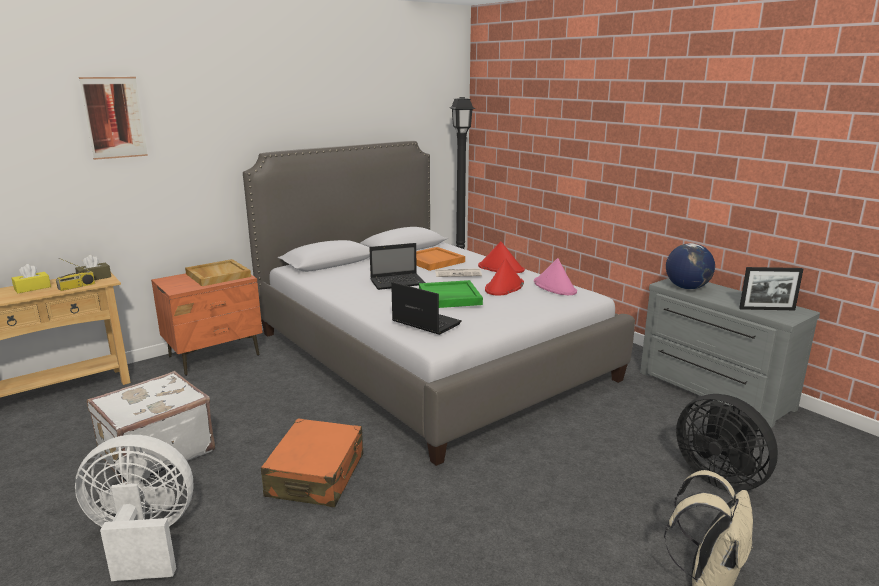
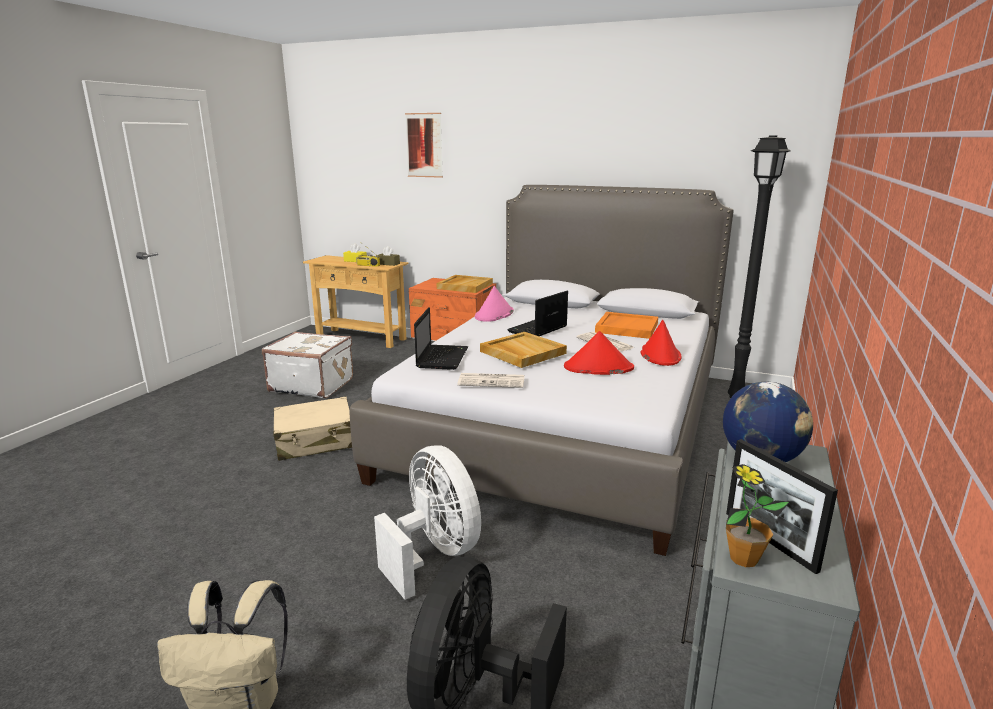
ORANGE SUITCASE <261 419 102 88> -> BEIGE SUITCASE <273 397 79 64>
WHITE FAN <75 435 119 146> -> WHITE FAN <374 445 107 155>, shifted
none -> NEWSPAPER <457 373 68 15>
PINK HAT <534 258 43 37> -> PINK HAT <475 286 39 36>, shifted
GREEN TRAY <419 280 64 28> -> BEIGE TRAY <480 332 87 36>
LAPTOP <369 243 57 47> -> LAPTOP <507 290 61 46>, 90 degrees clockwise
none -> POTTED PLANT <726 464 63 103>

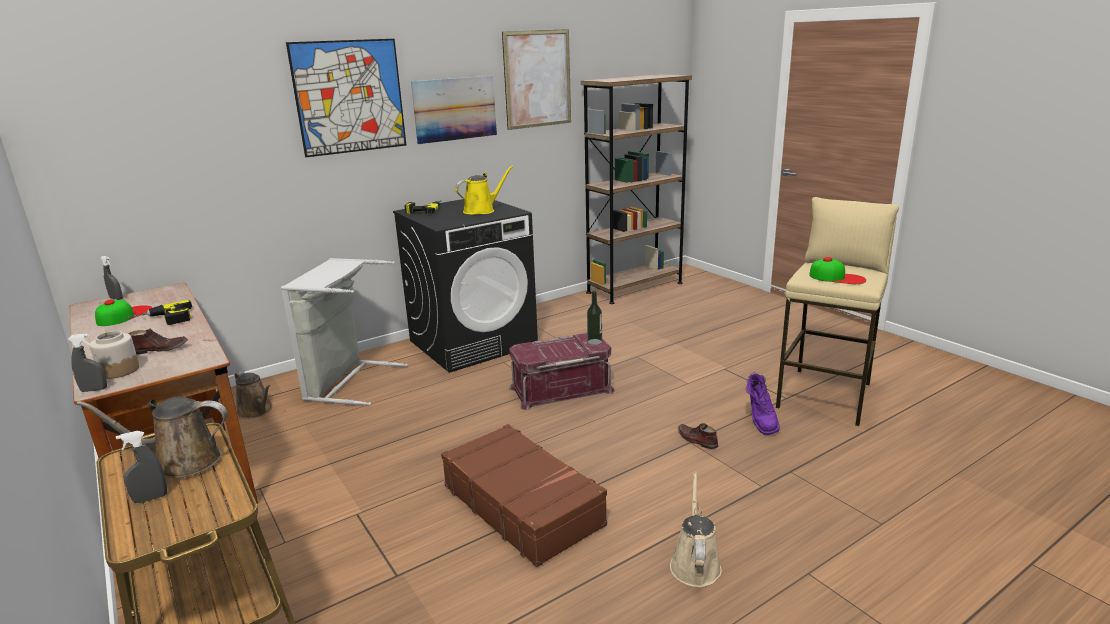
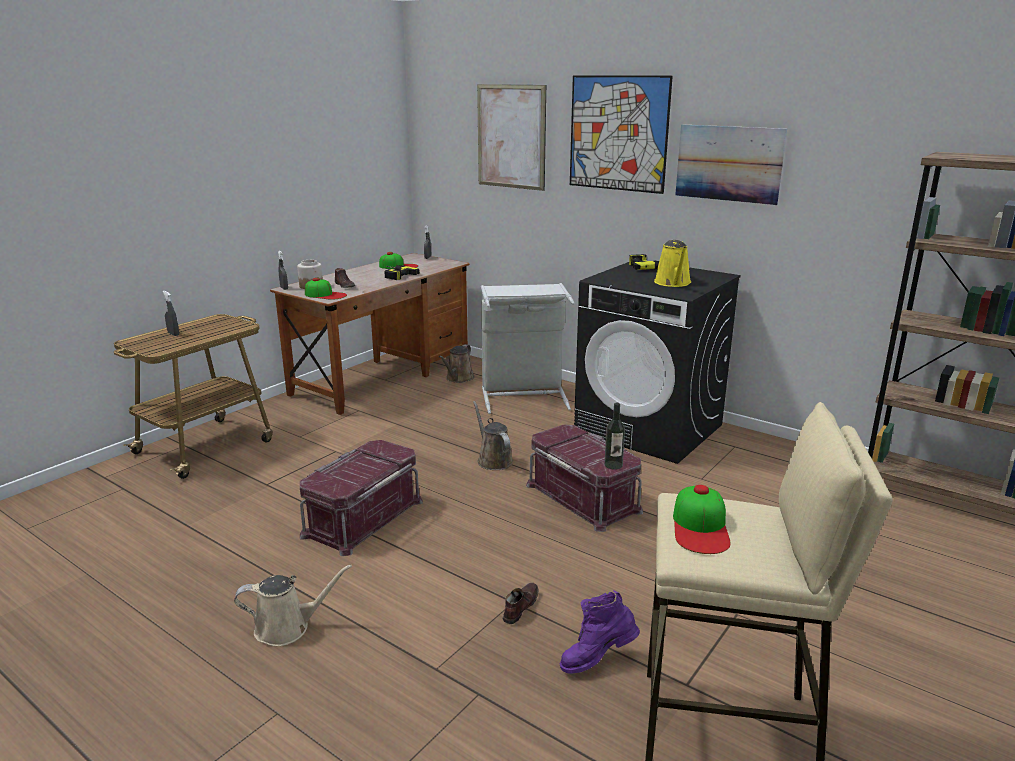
BROWN SUITCASE <441 424 166 143> -> RED STORAGE BOX <300 440 123 116>
none -> CAP <305 278 42 22>
BROWN WATERING CAN <77 397 151 81> -> BROWN WATERING CAN <473 401 40 69>, shifted
PICTURE <502 29 69 101> -> PICTURE <477 84 69 107>, shifted
YELLOW WATERING CAN <455 165 59 50> -> YELLOW WATERING CAN <654 240 37 47>, 60 degrees clockwise

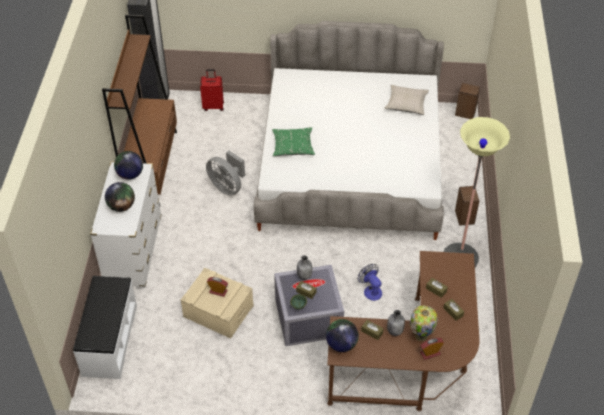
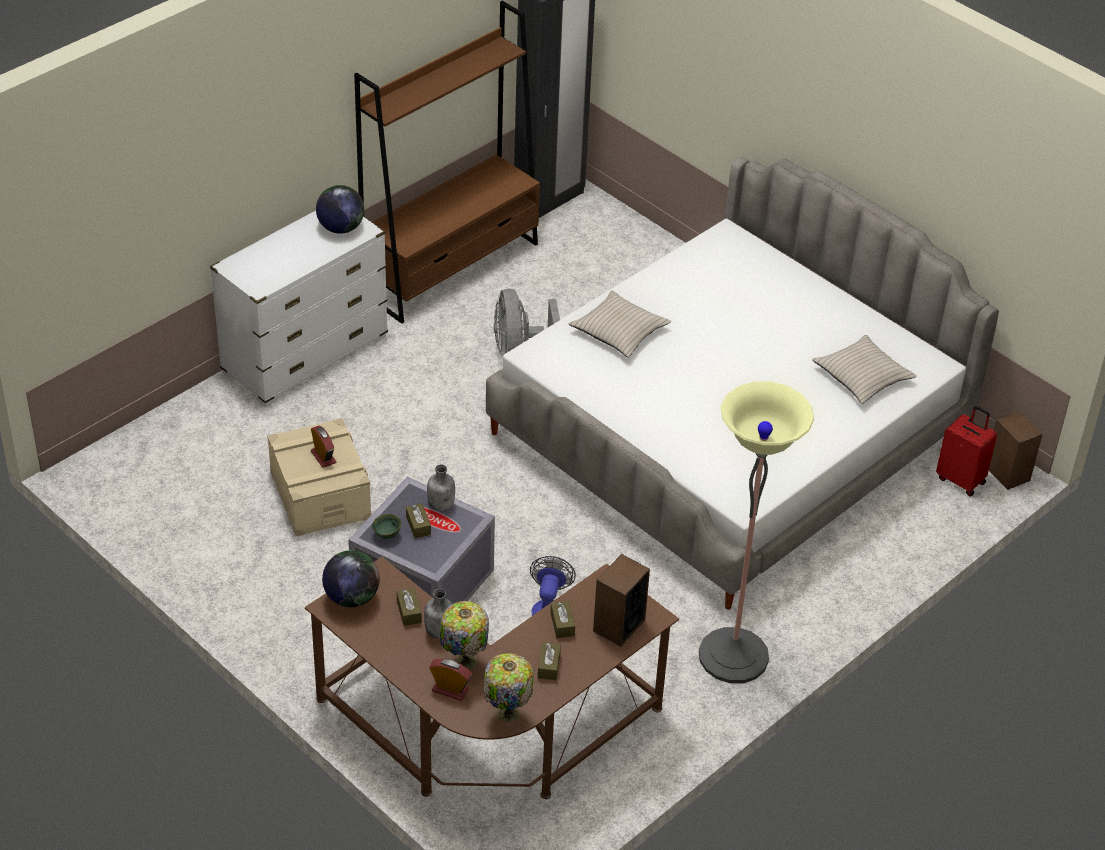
none -> TABLE LAMP <483 653 50 69>
GREEN PILLOW <272 127 43 29> -> BEIGE PILLOW <569 291 102 67>
SPEAKER <455 186 24 40> -> SPEAKER <593 554 57 93>, shifted
RED SUITCASE <200 69 24 42> -> RED SUITCASE <936 406 61 90>, shifted
WHITE BENCH <73 276 64 103> -> none
GLOBE <105 182 30 30> -> none

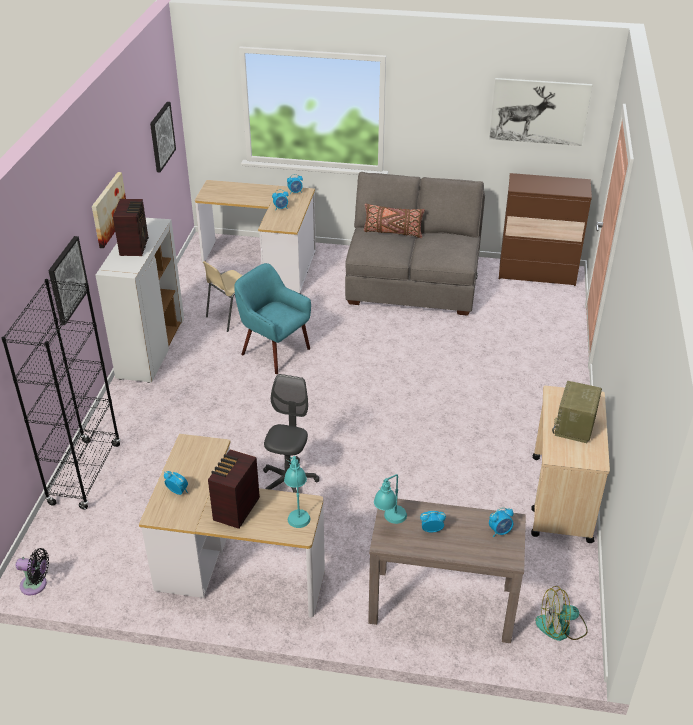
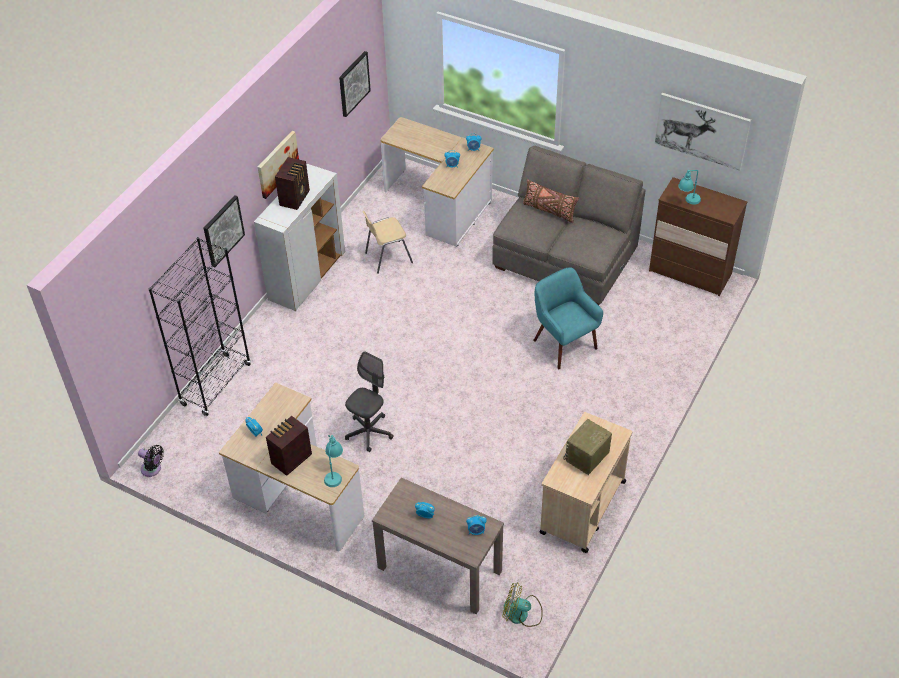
TURQUOISE ARMCHAIR <234 263 77 111> -> TURQUOISE ARMCHAIR <533 267 70 102>, shifted
TURQUOISE TABLE LAMP <374 474 33 50> -> TURQUOISE TABLE LAMP <678 170 23 35>, shifted

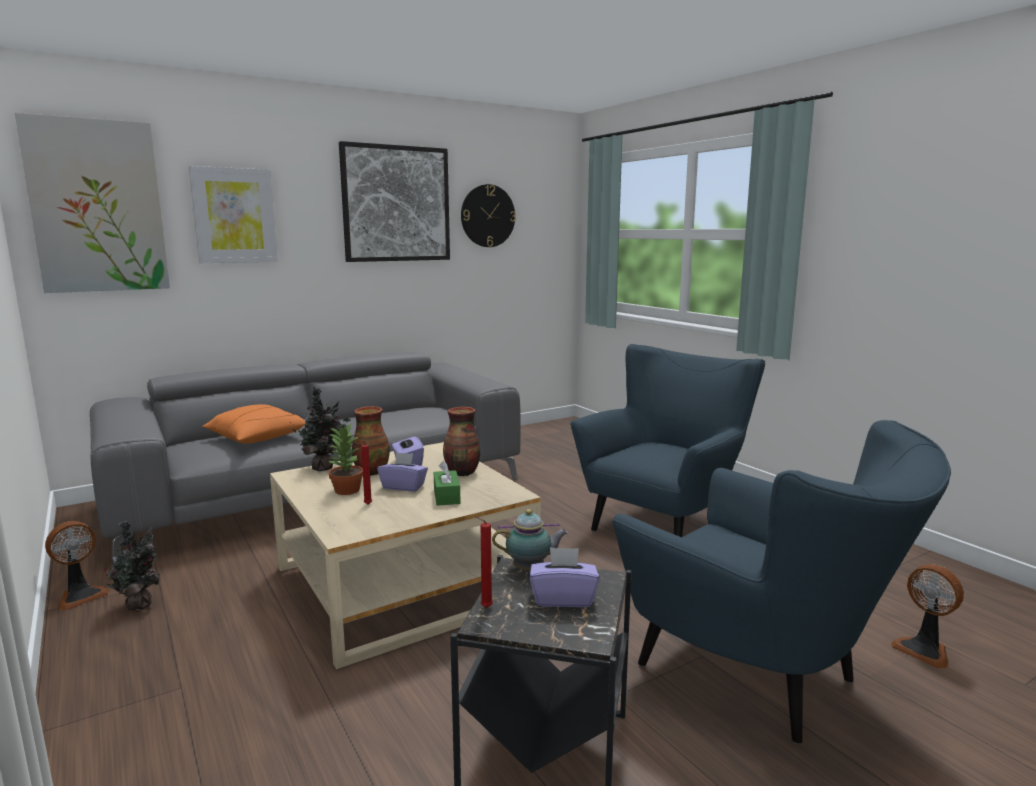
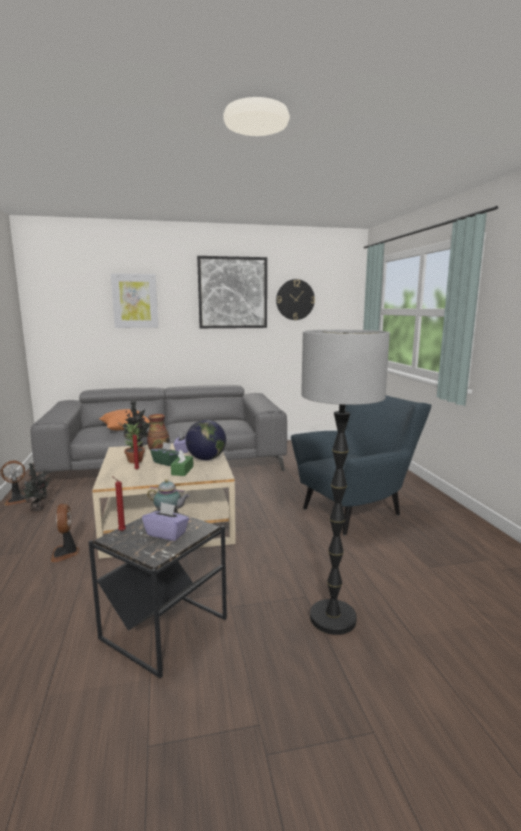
FAN <891 564 73 105> -> FAN <50 503 30 60>, shifted
PURPLE TISSUE BOX <377 452 51 39> -> GREEN TISSUE BOX <150 442 29 24>
VASE <443 407 37 69> -> GLOBE <186 420 40 40>
BLUE ARMCHAIR <612 420 339 325> -> FLOOR LAMP <301 330 89 305>
PICTURE <15 113 155 180> -> none

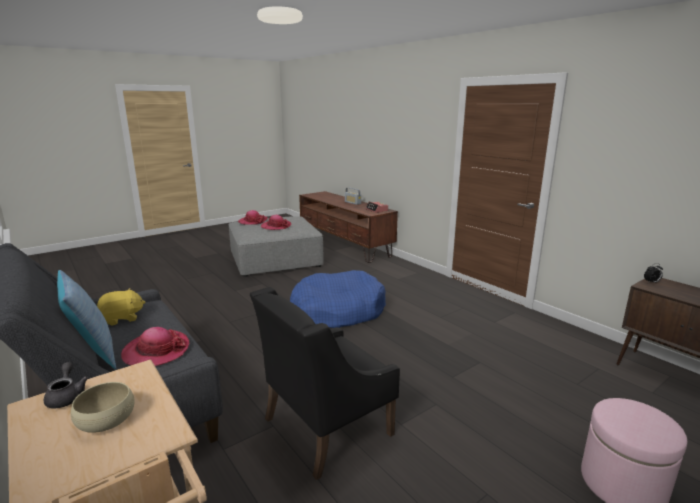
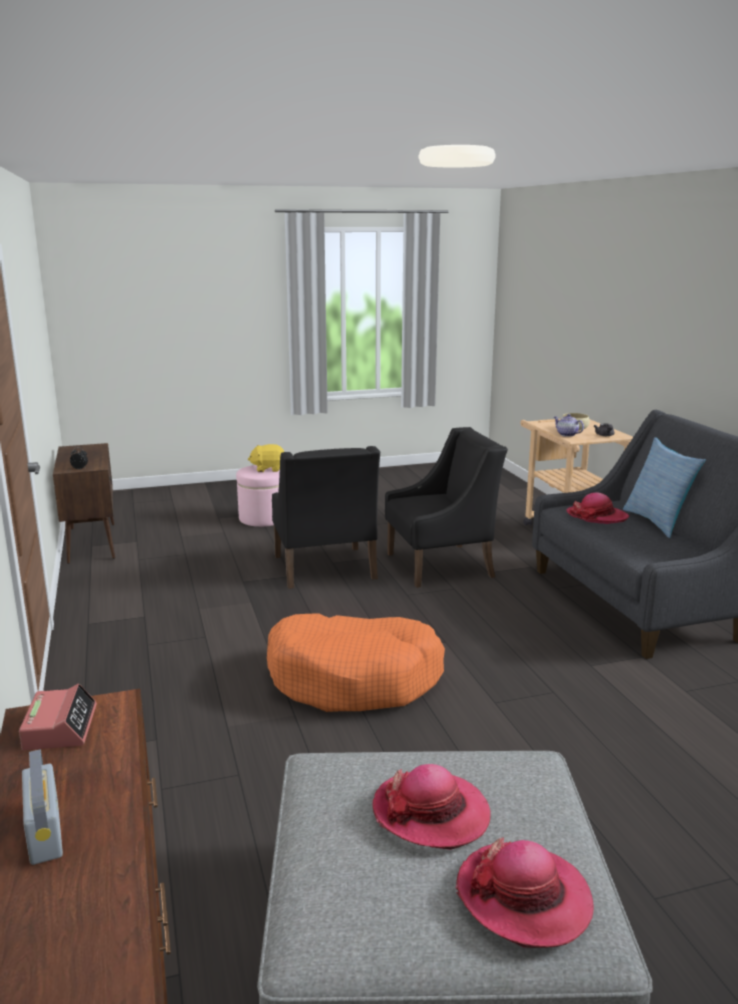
YELLOW PLUSH TOY <97 288 48 38> -> YELLOW PLUSH TOY <248 444 36 28>, shifted
BLUE DOG BED <290 270 96 58> -> ORANGE DOG BED <267 613 178 99>
none -> BLACK ARMCHAIR <272 446 108 143>
none -> TEAPOT <554 414 30 23>

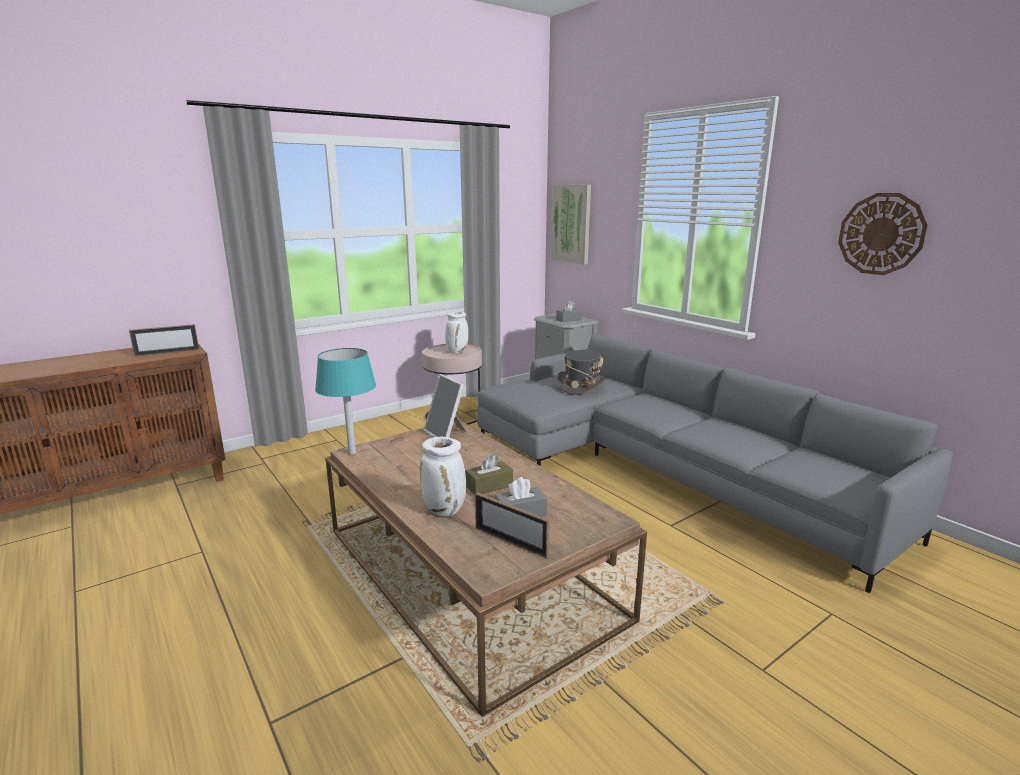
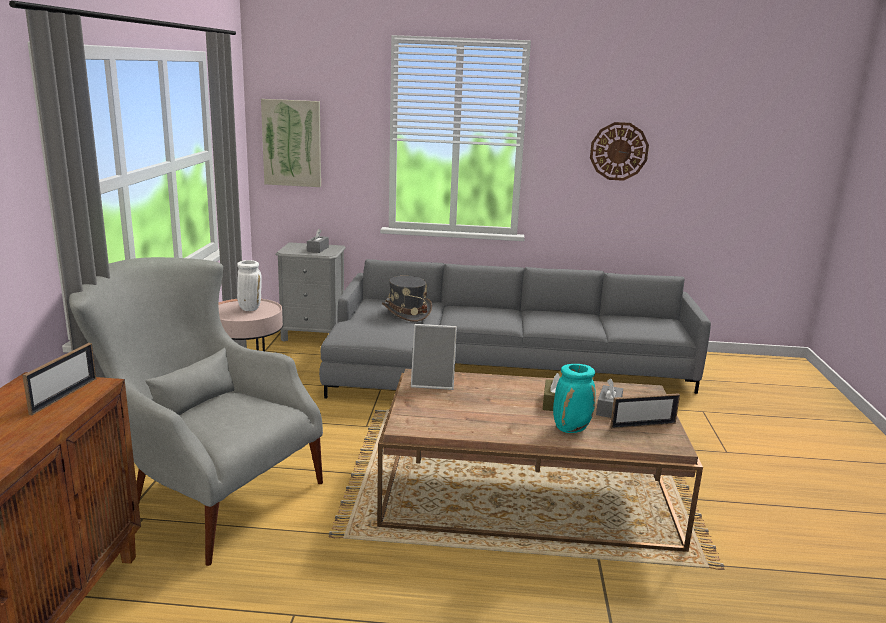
none -> GREY ARMCHAIR <69 257 254 309>
WHITE VASE <420 437 46 79> -> TURQUOISE VASE <553 364 43 69>
TURQUOISE TABLE LAMP <315 348 61 107> -> none

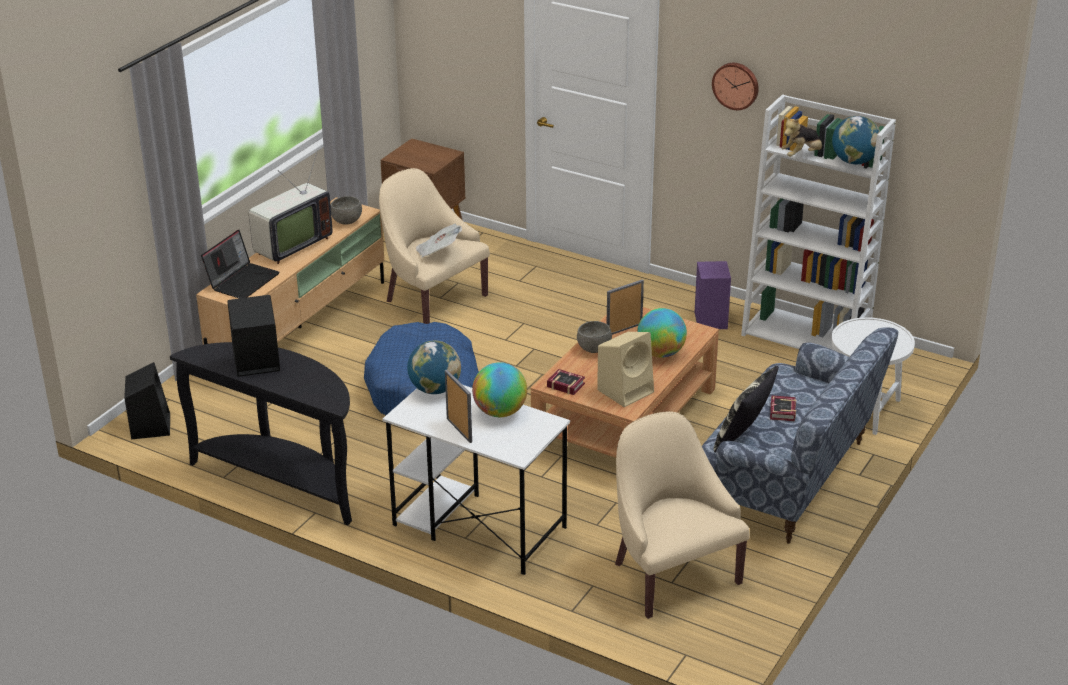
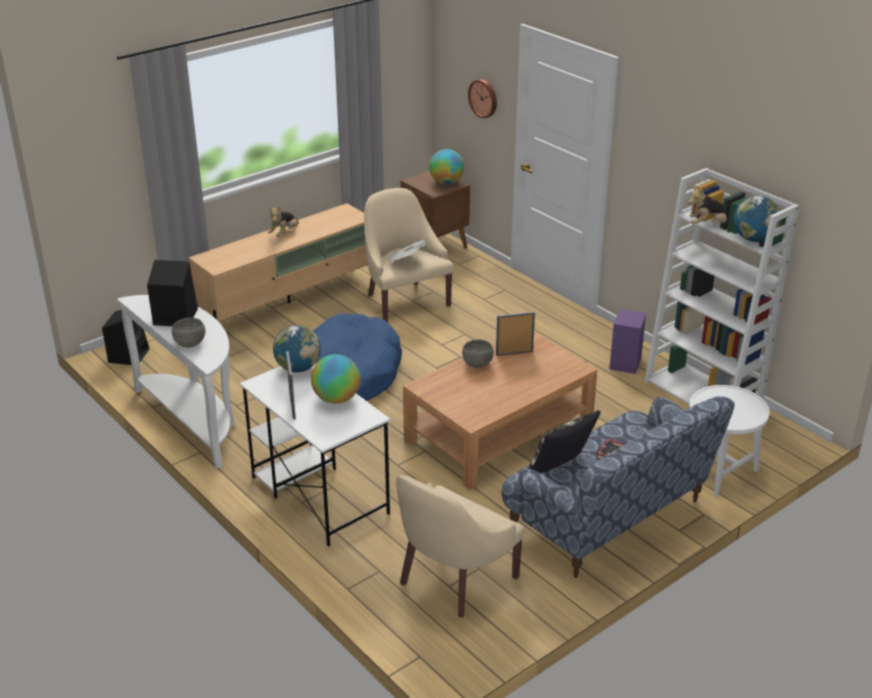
BLACK CONSOLE TABLE <170 342 182 183> -> WHITE CONSOLE TABLE <117 295 119 173>
GREY BOWL <331 196 31 29> -> GREY BOWL <172 318 34 29>, shifted
TELEVISION <249 150 83 114> -> PLUSH TOY <268 207 31 30>
BEIGE ARMCHAIR <615 411 135 208> -> BEIGE ARMCHAIR <396 475 129 142>, 135 degrees counterclockwise
GLOBE <637 308 50 50> -> GLOBE <429 149 35 36>, shifted
WALL CLOCK <712 63 47 47> -> WALL CLOCK <468 79 29 39>, shifted
LAPTOP <201 230 79 68> -> none
BOOK <547 369 38 26> -> none
BEIGE SPEAKER <597 332 57 75> -> none

